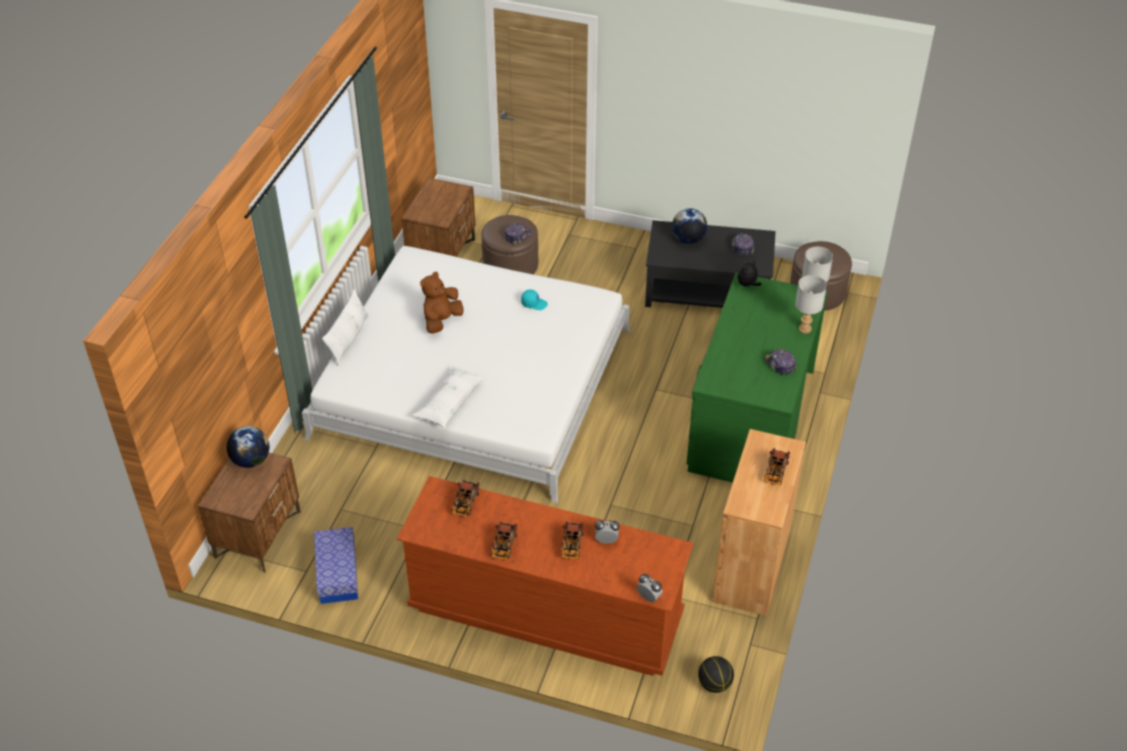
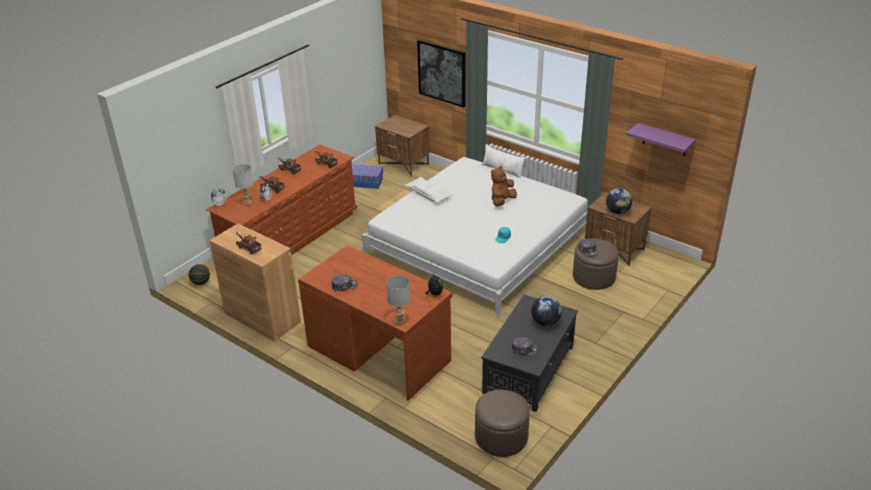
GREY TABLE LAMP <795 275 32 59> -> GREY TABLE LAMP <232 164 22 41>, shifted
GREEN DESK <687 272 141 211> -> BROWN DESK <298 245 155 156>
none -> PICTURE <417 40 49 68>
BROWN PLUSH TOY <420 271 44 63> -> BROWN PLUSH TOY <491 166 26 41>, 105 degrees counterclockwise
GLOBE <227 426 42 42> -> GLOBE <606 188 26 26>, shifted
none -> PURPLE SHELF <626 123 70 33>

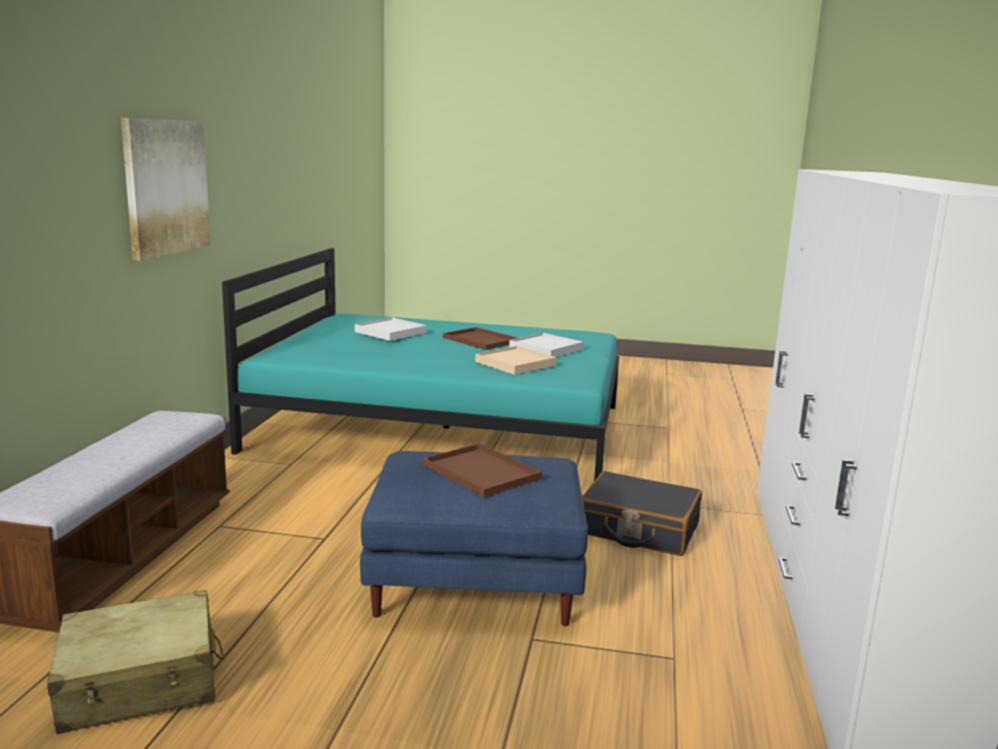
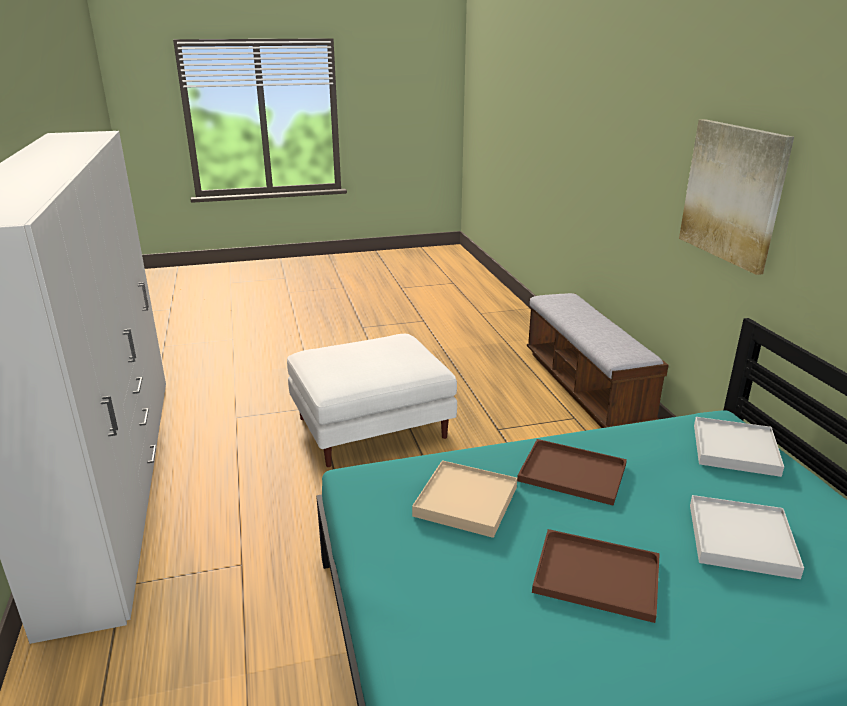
BLUE OTTOMAN <360 451 228 175> -> WHITE OTTOMAN <287 334 170 133>
BROWN TRAY <423 443 119 54> -> BROWN TRAY <517 439 110 67>, shifted
WHITE TRAY <509 333 75 24> -> WHITE TRAY <694 417 90 60>, shifted
BEIGE SUITCASE <47 590 178 144> -> none
BLACK SUITCASE <582 471 120 85> -> none

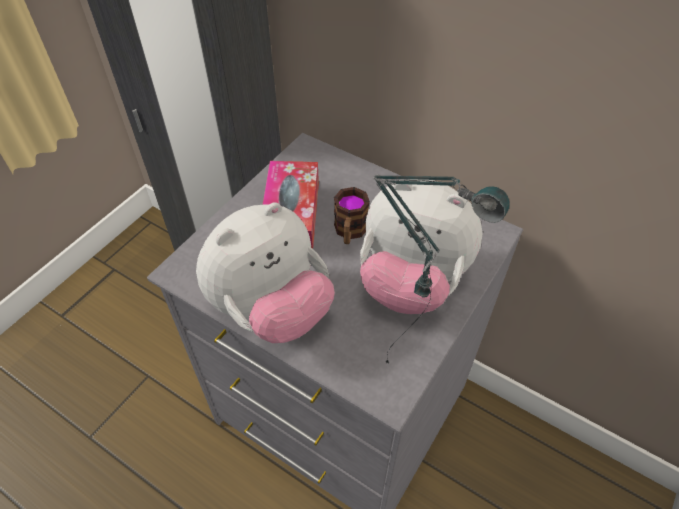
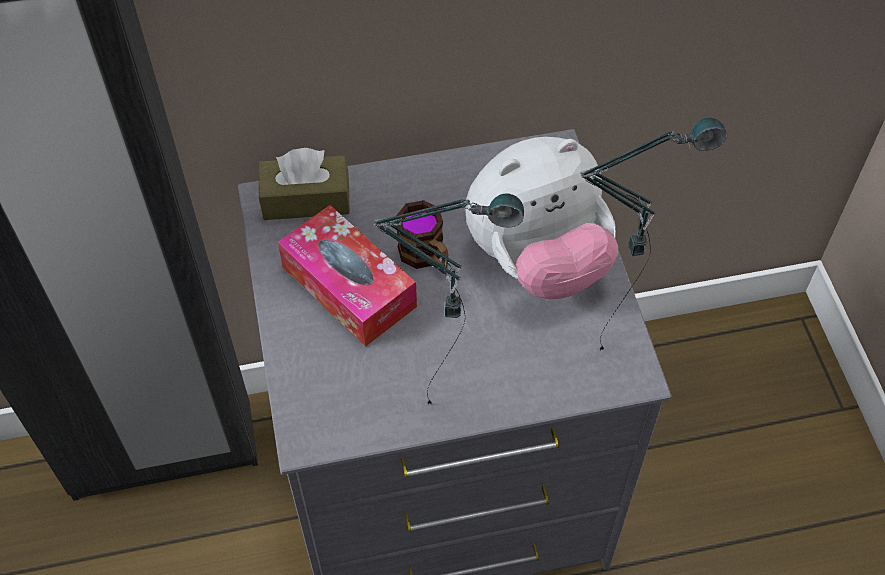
none -> BROWN TISSUE BOX <259 148 91 72>
PLUSH TOY <196 202 139 141> -> TABLE LAMP <374 193 150 212>

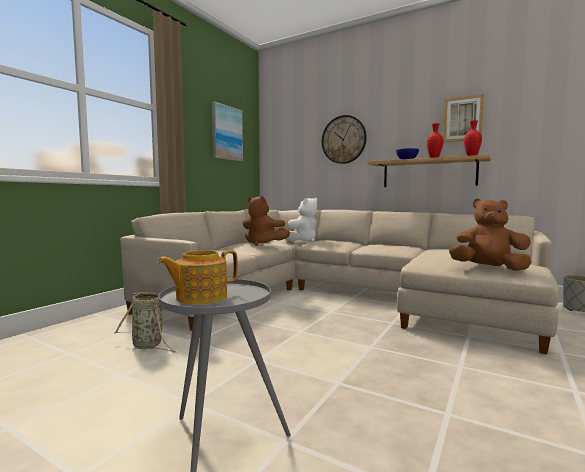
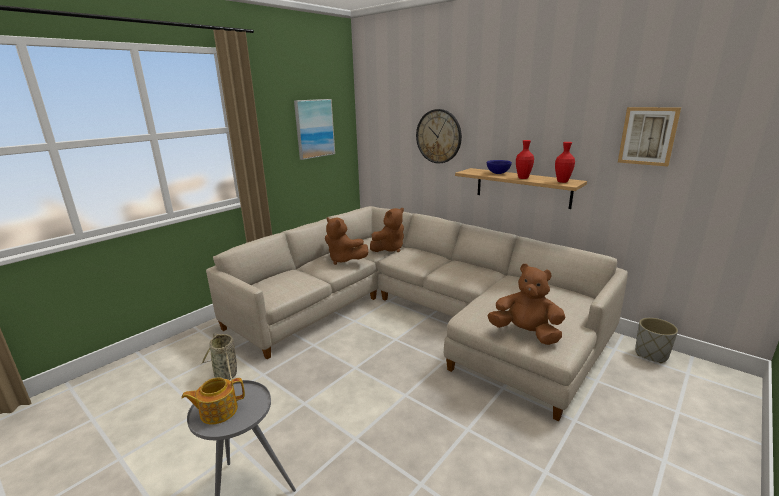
WHITE PLUSH TOY <285 198 33 44> -> BROWN PLUSH TOY <370 208 34 44>
PICTURE <443 94 41 49> -> PICTURE <618 107 63 60>, shifted

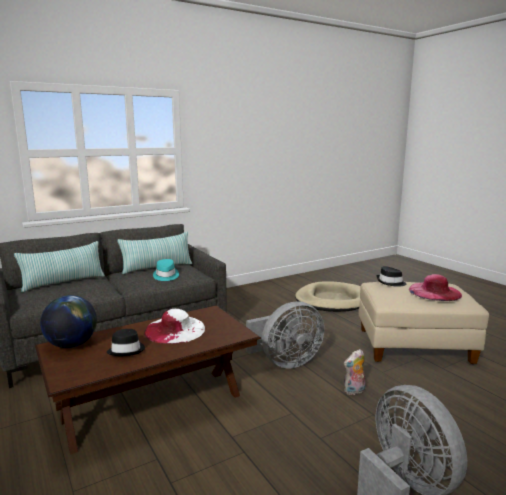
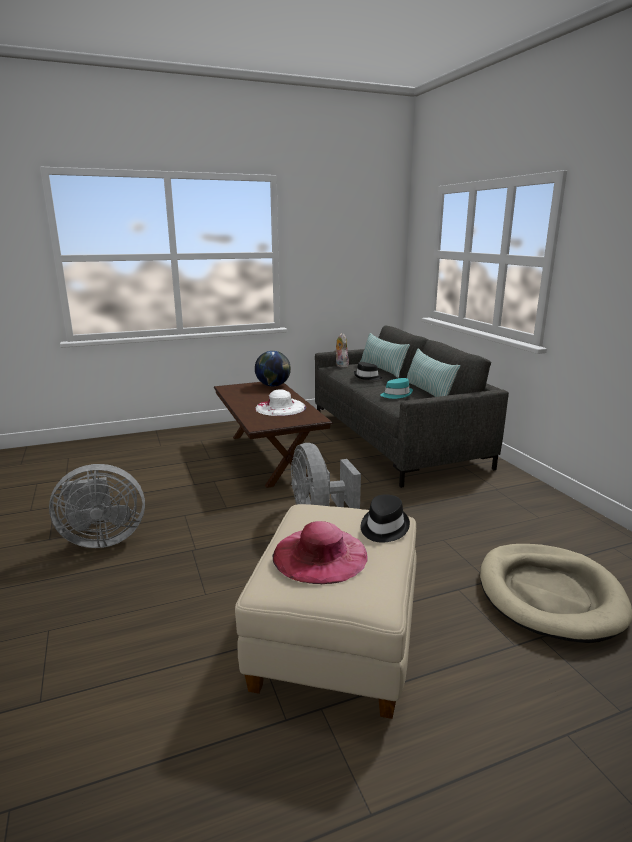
PLUSH TOY <344 349 21 46> -> PLUSH TOY <334 333 15 35>, shifted
BLACK HAT <107 329 38 27> -> BLACK HAT <354 362 28 18>, shifted

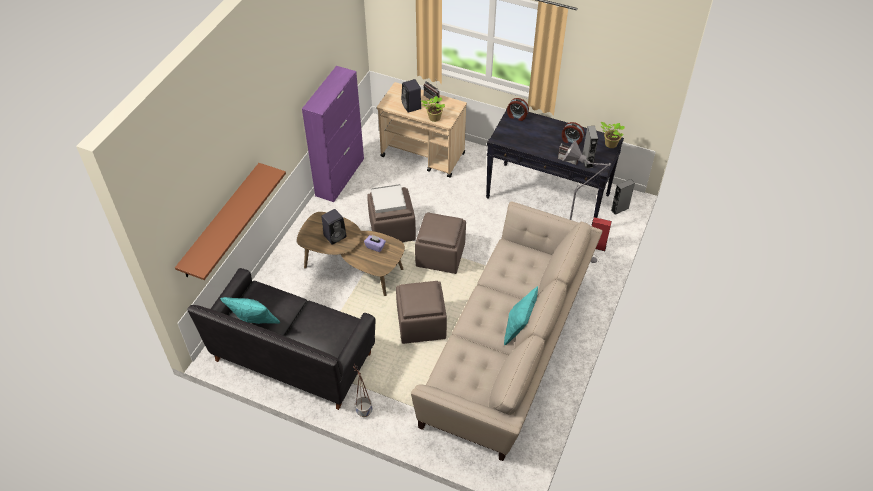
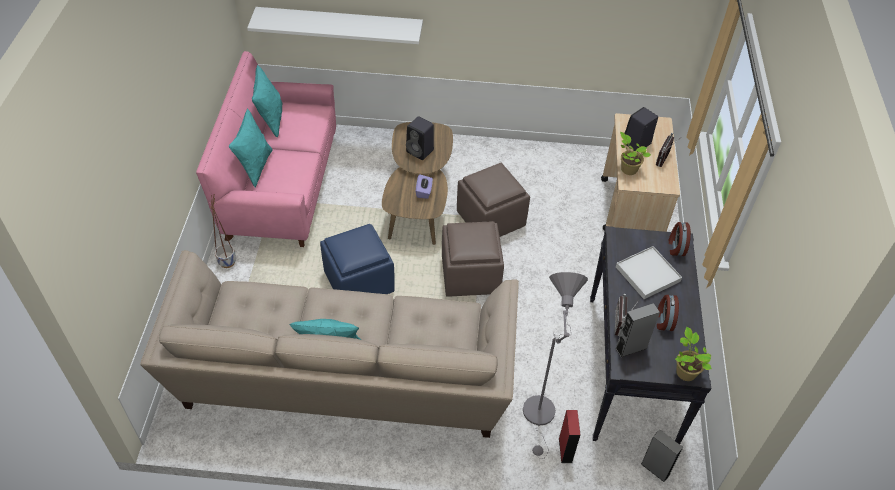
BLACK SOFA <187 268 189 142> -> PINK SOFA <196 51 140 196>
none -> TURQUOISE PILLOW <229 108 44 80>
BROWN SHELF <175 163 111 117> -> WHITE SHELF <247 7 176 37>
BROWN OTTOMAN <396 281 51 63> -> BLUE OTTOMAN <320 224 75 70>
WHITE TRAY <371 184 35 29> -> WHITE TRAY <616 246 66 53>, shifted
PURPLE CABINET <302 66 62 136> -> none

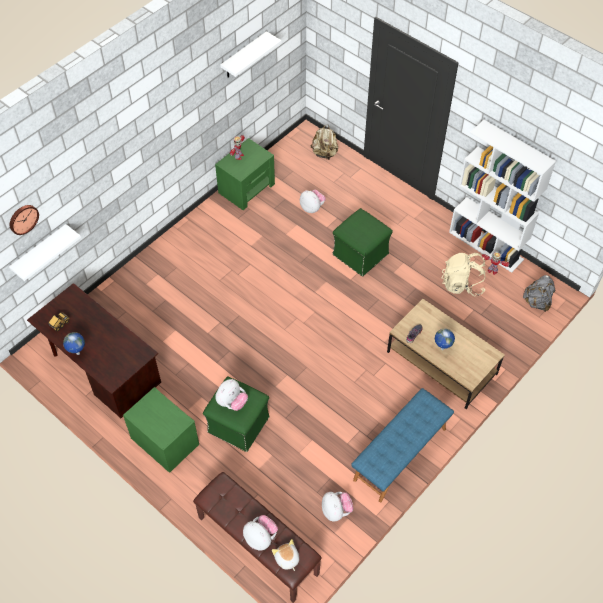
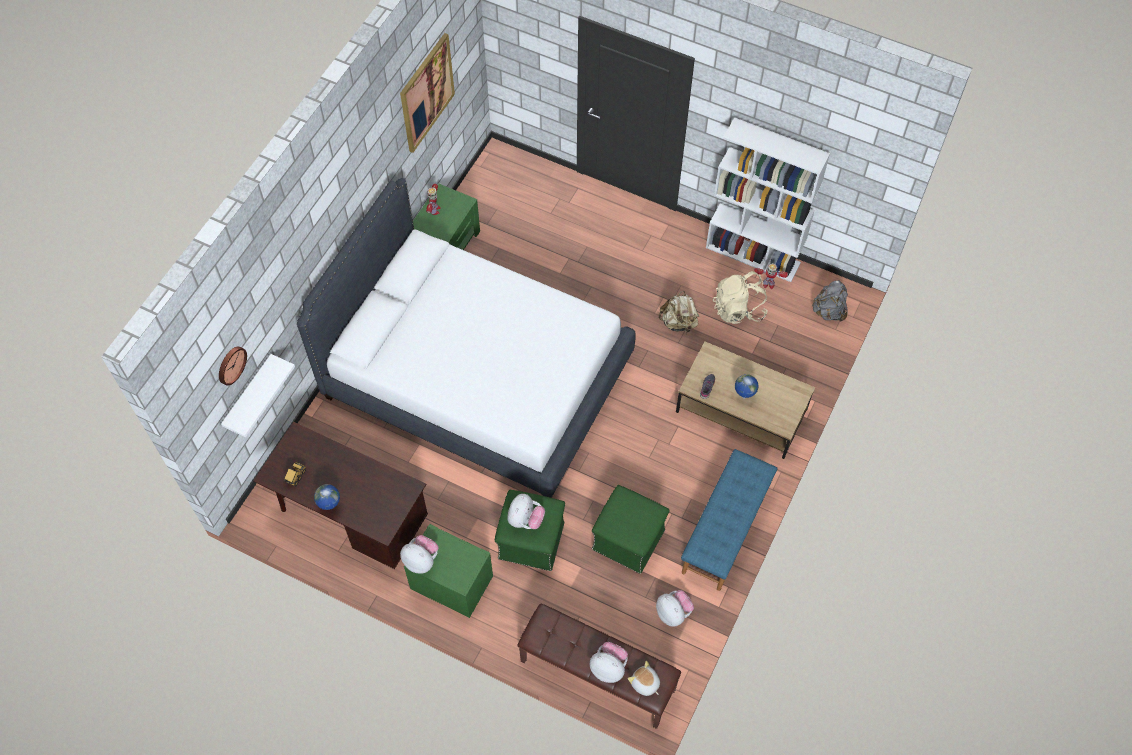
none -> WHITE BED <297 178 339 320>
WHITE SHELF <220 31 62 46> -> PICTURE <400 33 55 120>
PLUSH TOY <300 190 26 23> -> PLUSH TOY <400 535 39 39>, shifted
GREEN OTTOMAN <332 209 61 68> -> GREEN OTTOMAN <592 485 77 89>, shifted
BEIGE BACKPACK <311 125 27 35> -> BEIGE BACKPACK <659 291 40 42>, shifted

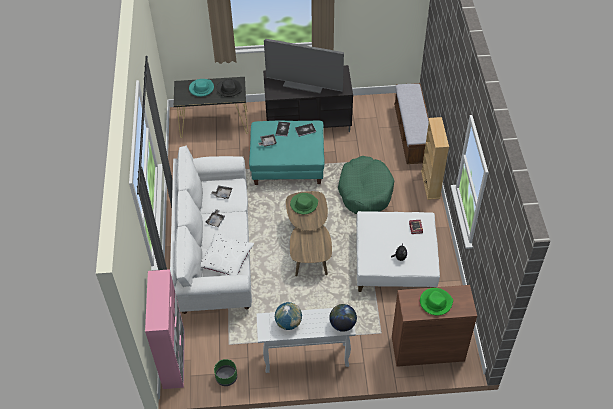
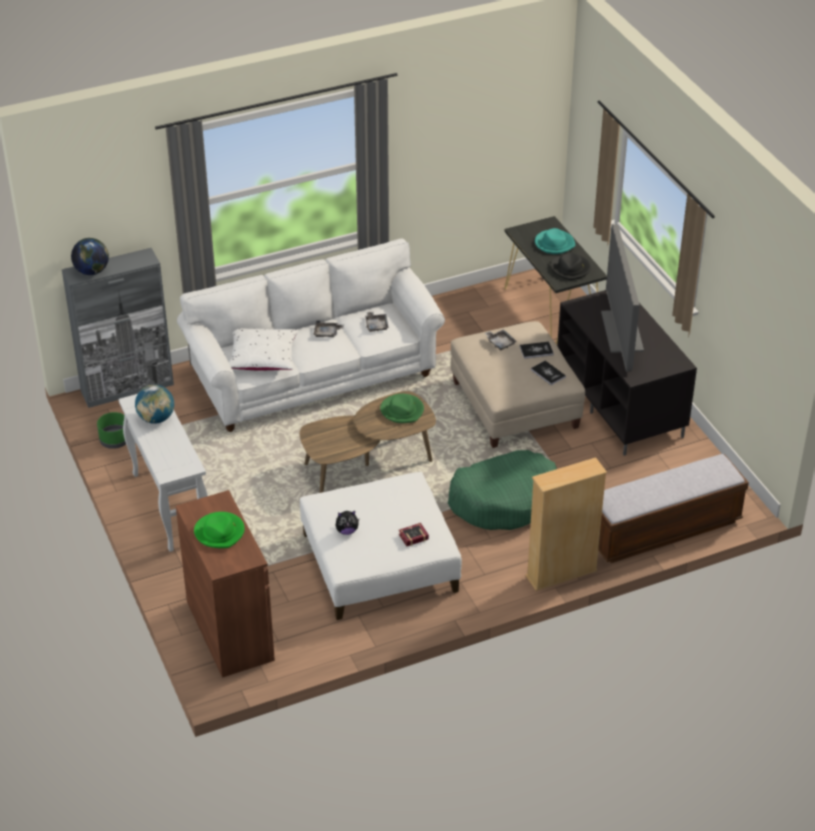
PINK CABINET <145 269 40 120> -> GREY CABINET <62 248 112 160>
GLOBE <329 304 28 28> -> GLOBE <71 238 38 37>, shifted
TURQUOISE OTTOMAN <249 120 75 65> -> BEIGE OTTOMAN <451 321 134 127>

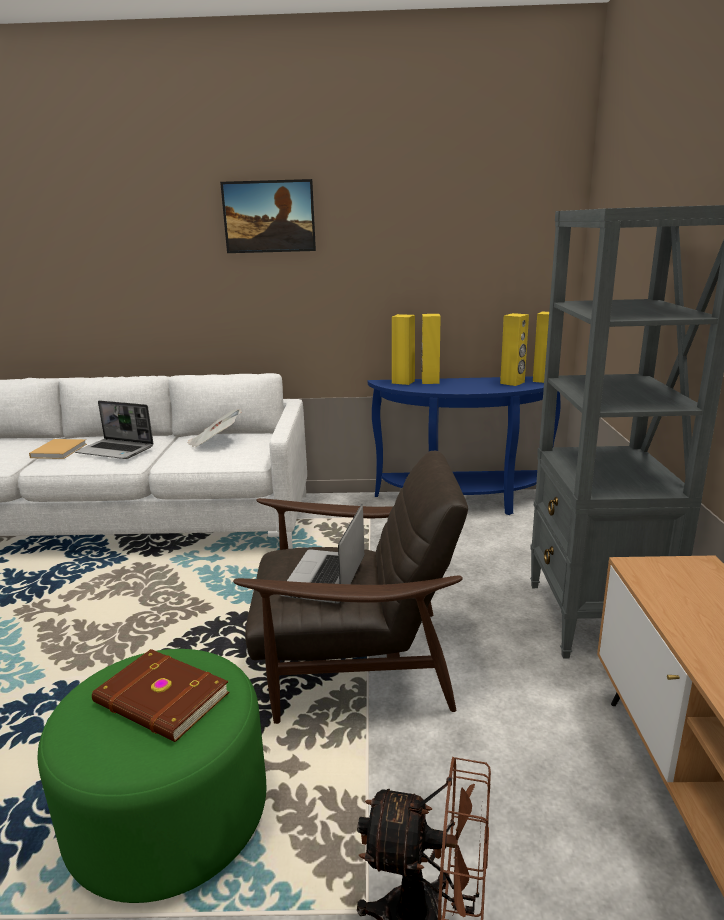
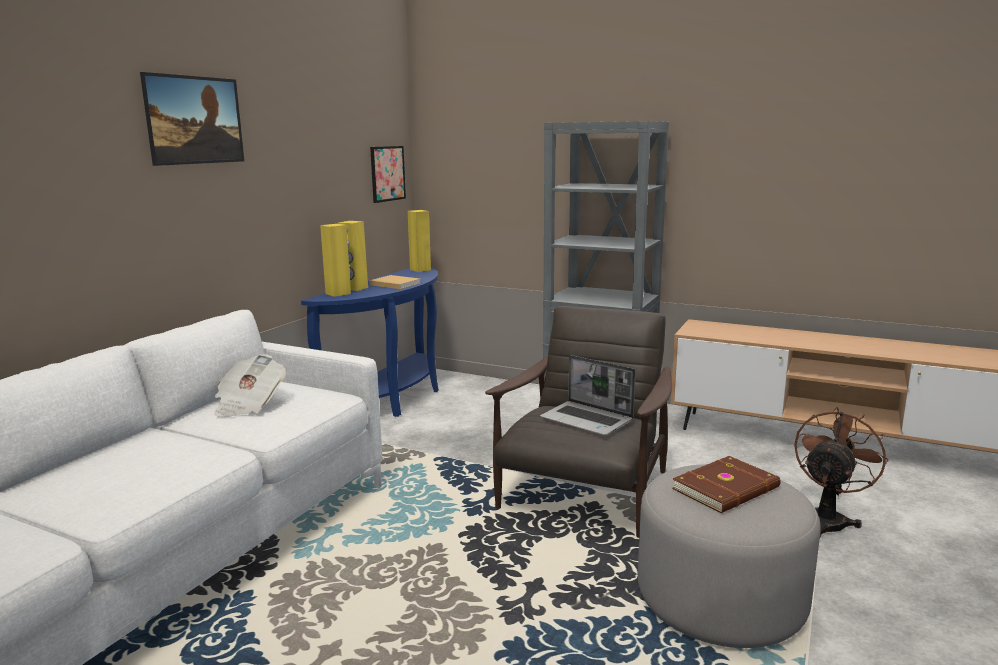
BEIGE BOOK <29 439 58 20> -> BEIGE BOOK <369 275 51 14>, shifted
none -> PICTURE <370 146 36 57>
GREEN OTTOMAN <38 649 228 254> -> GREY OTTOMAN <638 464 183 184>
LAPTOP <75 400 79 59> -> none
YELLOW SPEAKER <500 313 29 73> -> none

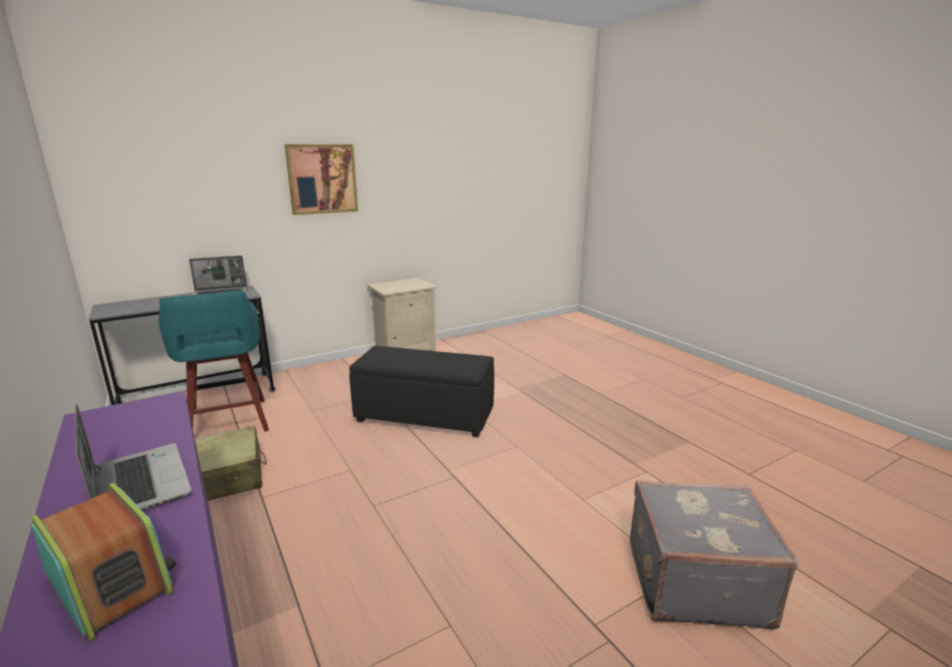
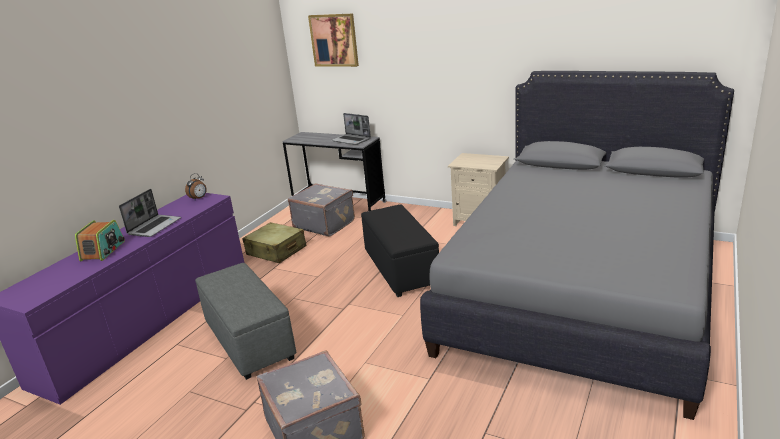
none -> ALARM CLOCK <185 173 22 27>
none -> GREY OTTOMAN <195 263 101 117>
TURQUOISE STOOL <159 290 110 142> -> GREY SUITCASE <288 183 67 53>
PICTURE <285 144 73 71> -> PICTURE <308 13 51 54>, shifted
none -> GREY BED <420 71 314 349>

